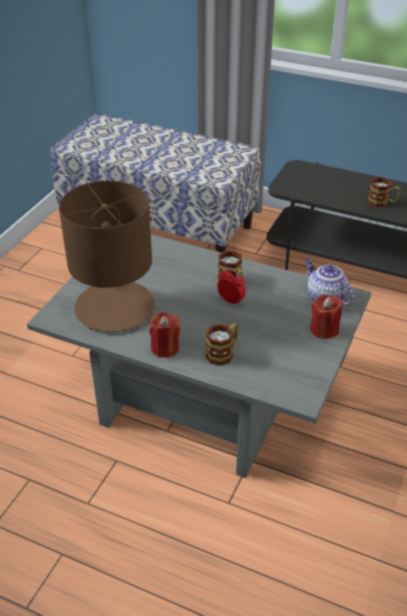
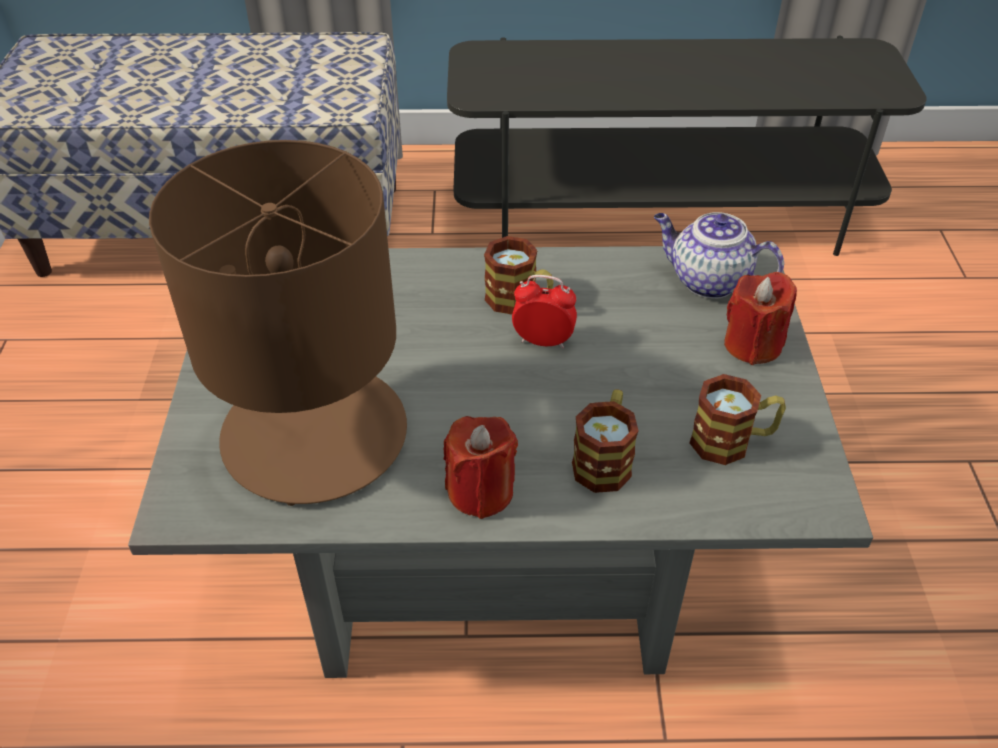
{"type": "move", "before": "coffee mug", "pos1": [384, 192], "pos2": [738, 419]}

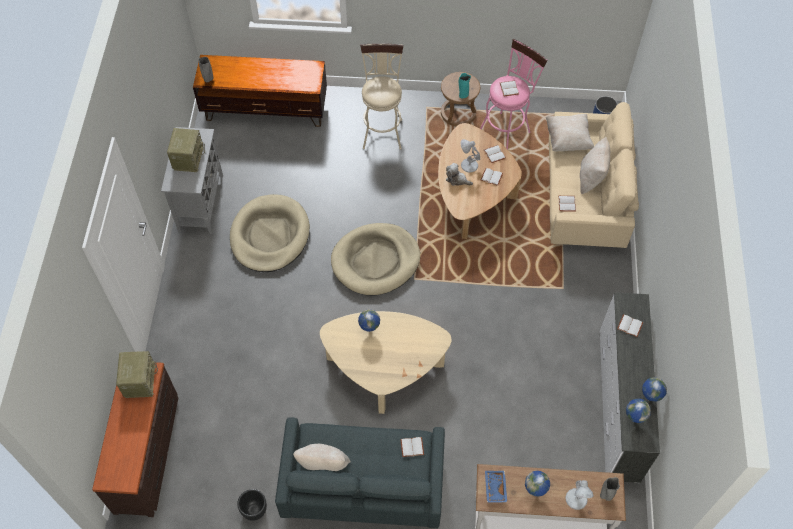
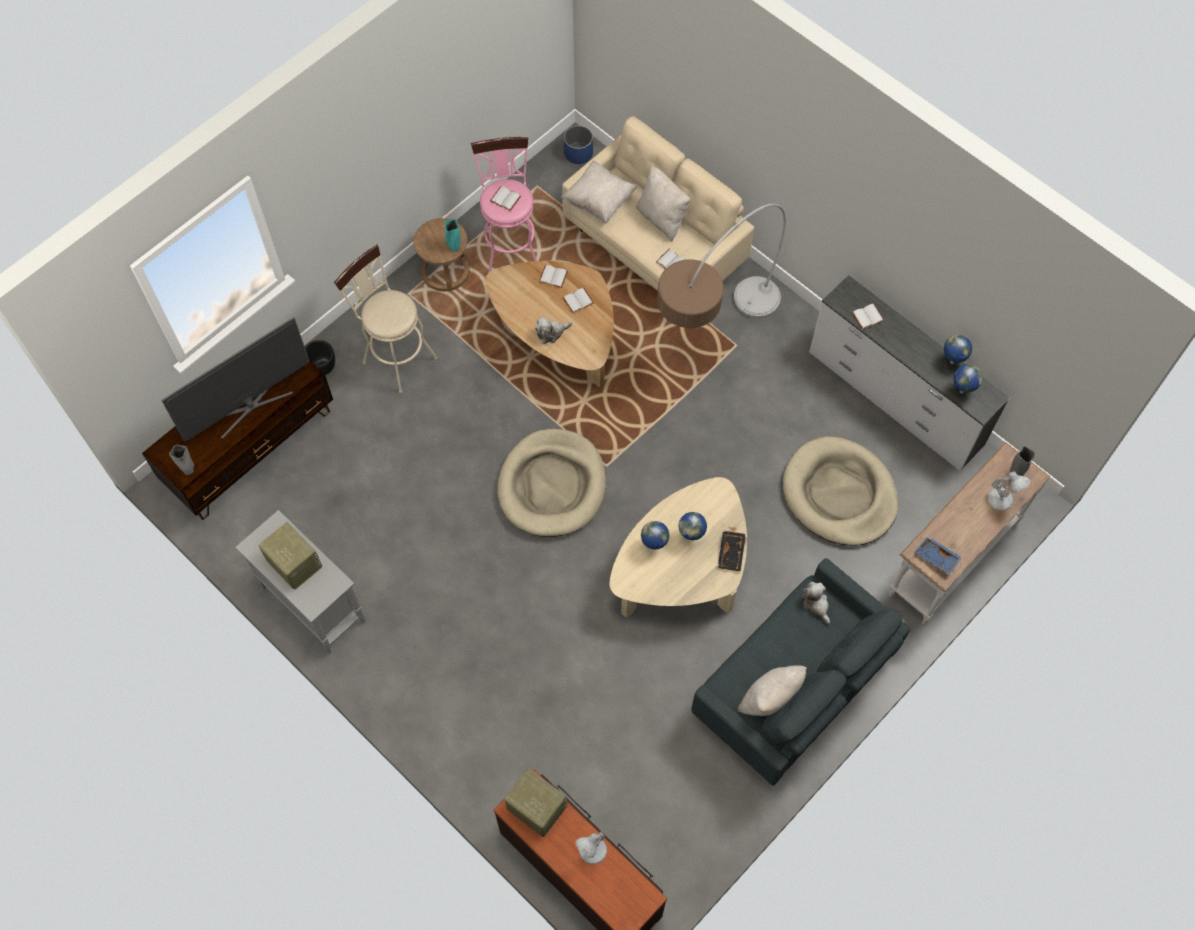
{"type": "insert", "after": "television", "pos2": [235, 379]}
{"type": "insert", "after": "standing lamp", "pos2": [721, 266]}
{"type": "insert", "after": "black-coloured carrying tray", "pos2": [732, 551]}
{"type": "move", "before": "beige-coloured pet bed", "pos1": [270, 233], "pos2": [841, 491]}
{"type": "move", "before": "black-coloured flower pot", "pos1": [252, 505], "pos2": [320, 357]}
{"type": "move", "before": "white table lamp", "pos1": [470, 155], "pos2": [591, 848]}
{"type": "move", "before": "desk globe", "pos1": [537, 484], "pos2": [692, 526]}
{"type": "replace", "before": "white bound book", "after": "soft toy", "pos1": [412, 447], "pos2": [816, 603]}

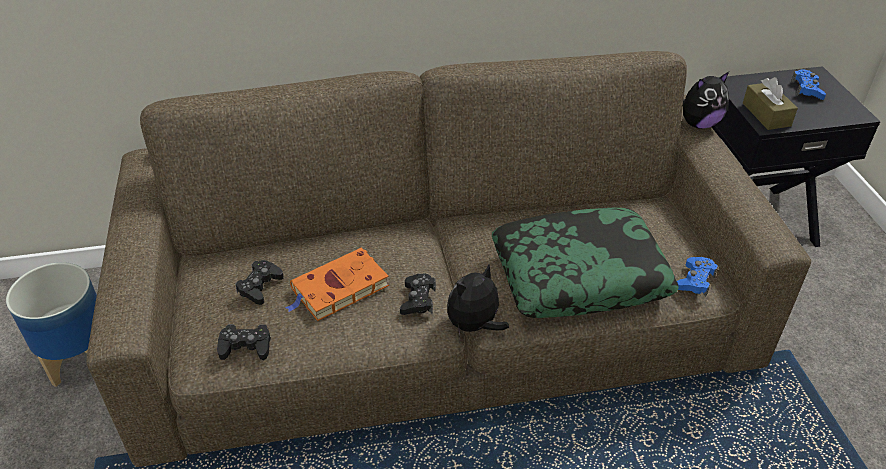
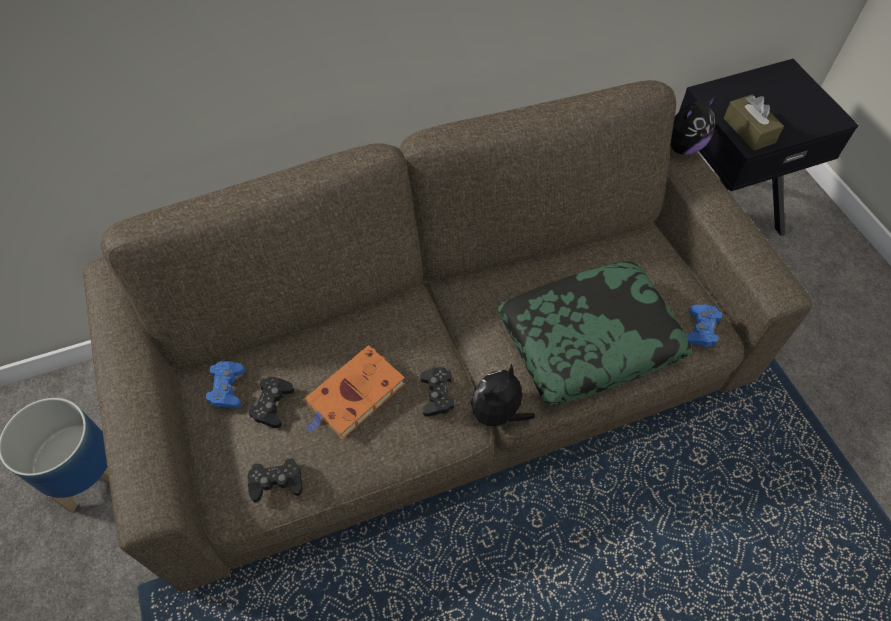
{"type": "move", "before": "blue game controller", "pos1": [808, 84], "pos2": [225, 384]}

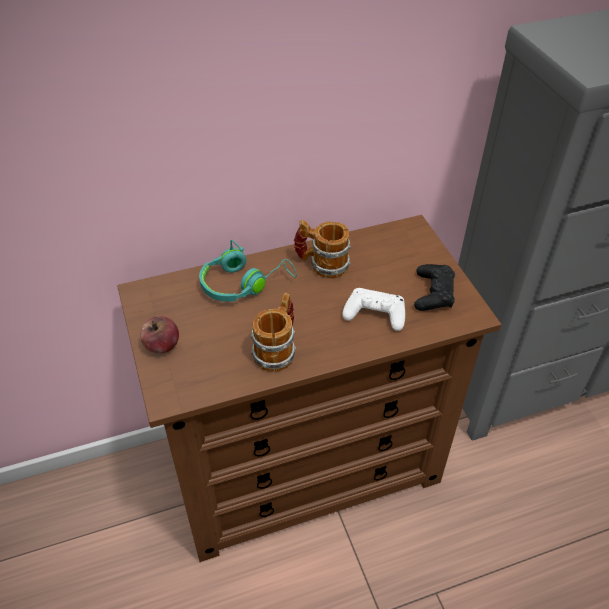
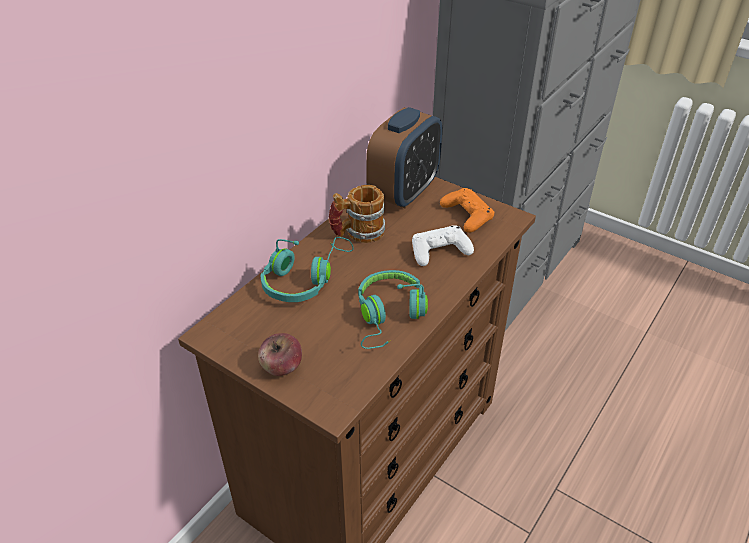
{"type": "insert", "after": "alarm clock", "pos2": [404, 158]}
{"type": "replace", "before": "coffee mug", "after": "turquoise-coloured headphones", "pos1": [273, 332], "pos2": [393, 309]}
{"type": "recolor", "before": "black-coloured game controller", "after": "orange game controller", "pos1": [434, 287], "pos2": [467, 210]}

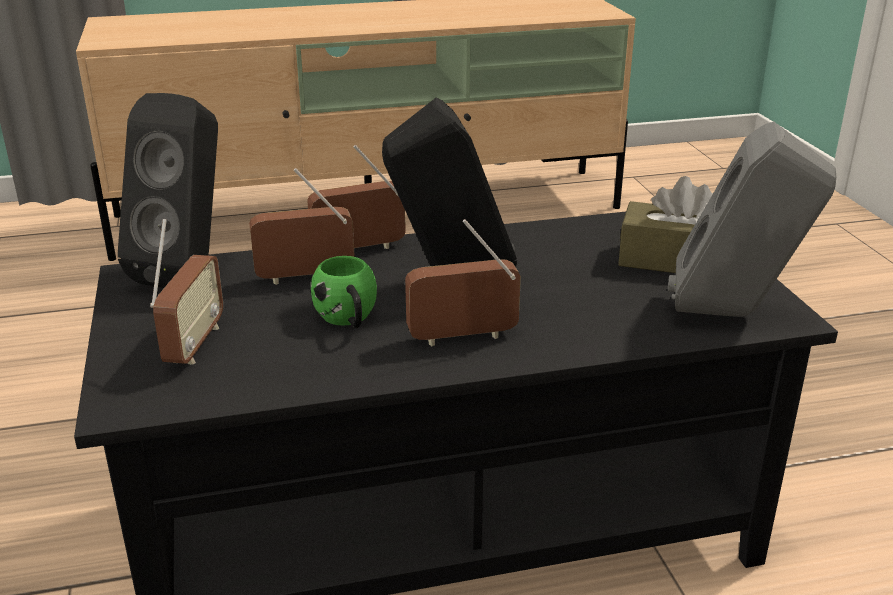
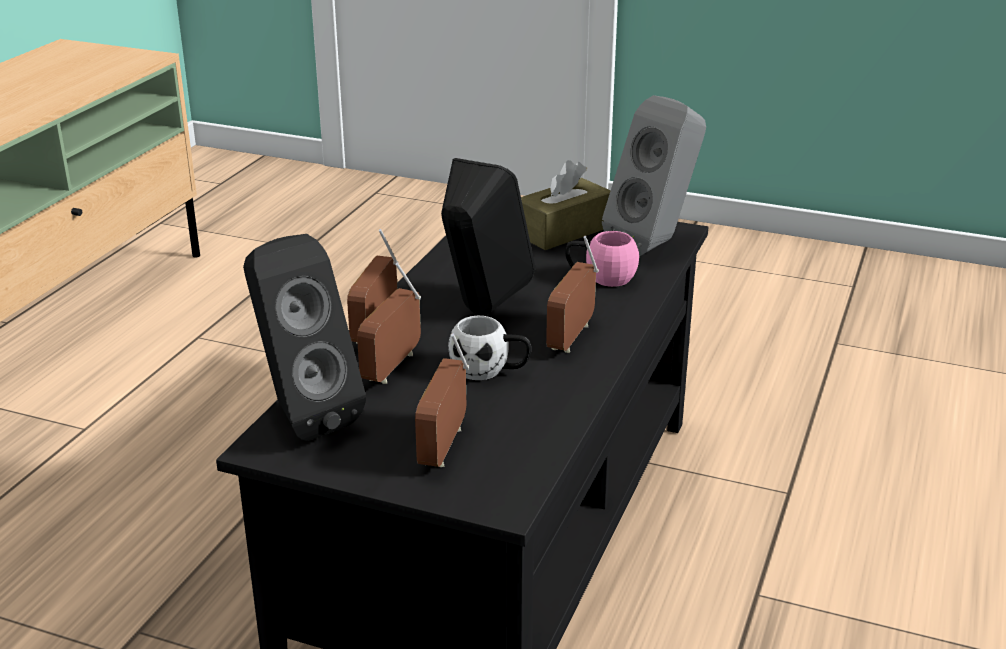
{"type": "insert", "after": "pink coffee mug", "pos2": [602, 259]}
{"type": "recolor", "before": "green coffee mug", "after": "white coffee mug", "pos1": [344, 292], "pos2": [489, 348]}
{"type": "rotate", "before": "radio", "pos1": [186, 292], "pos2": [442, 400], "turn": -120}

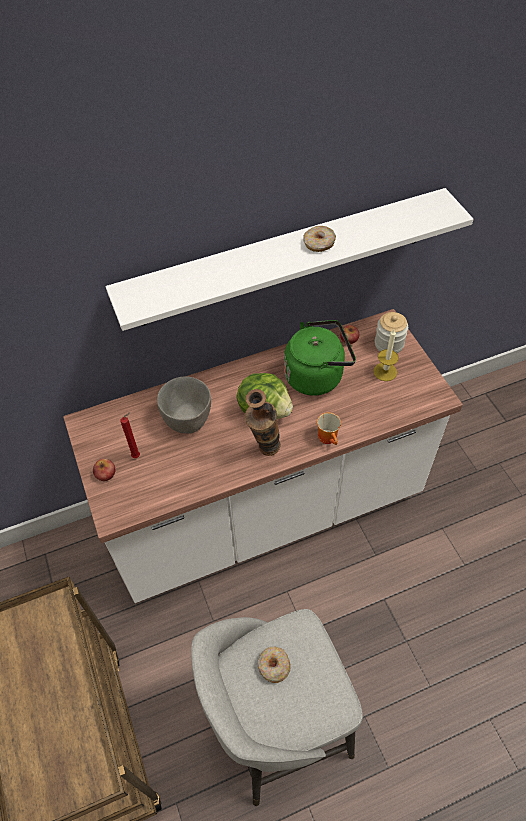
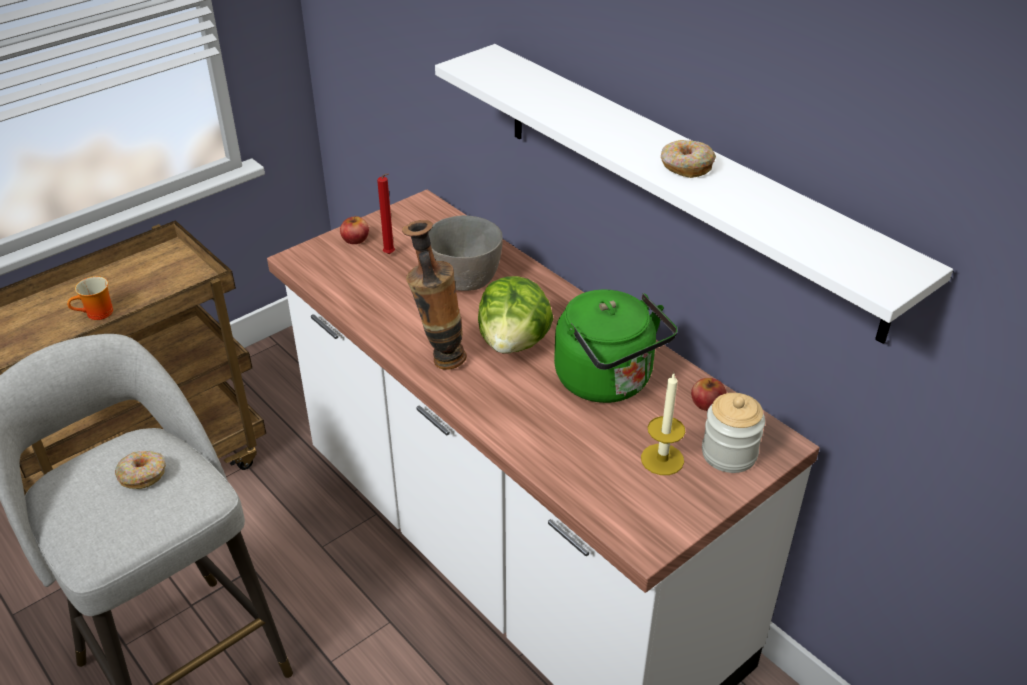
{"type": "move", "before": "coffee mug", "pos1": [329, 429], "pos2": [90, 298]}

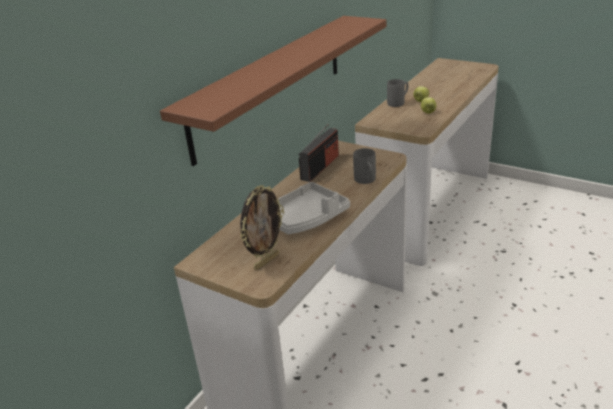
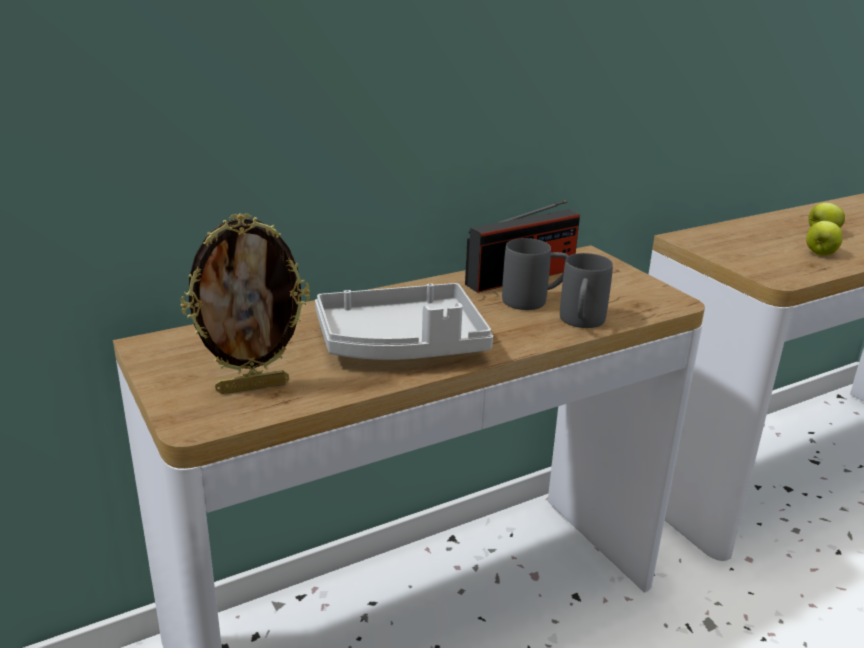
{"type": "delete", "before": "brown-coloured shelf", "pos1": [273, 91]}
{"type": "move", "before": "greyish coffee mug", "pos1": [397, 93], "pos2": [535, 274]}

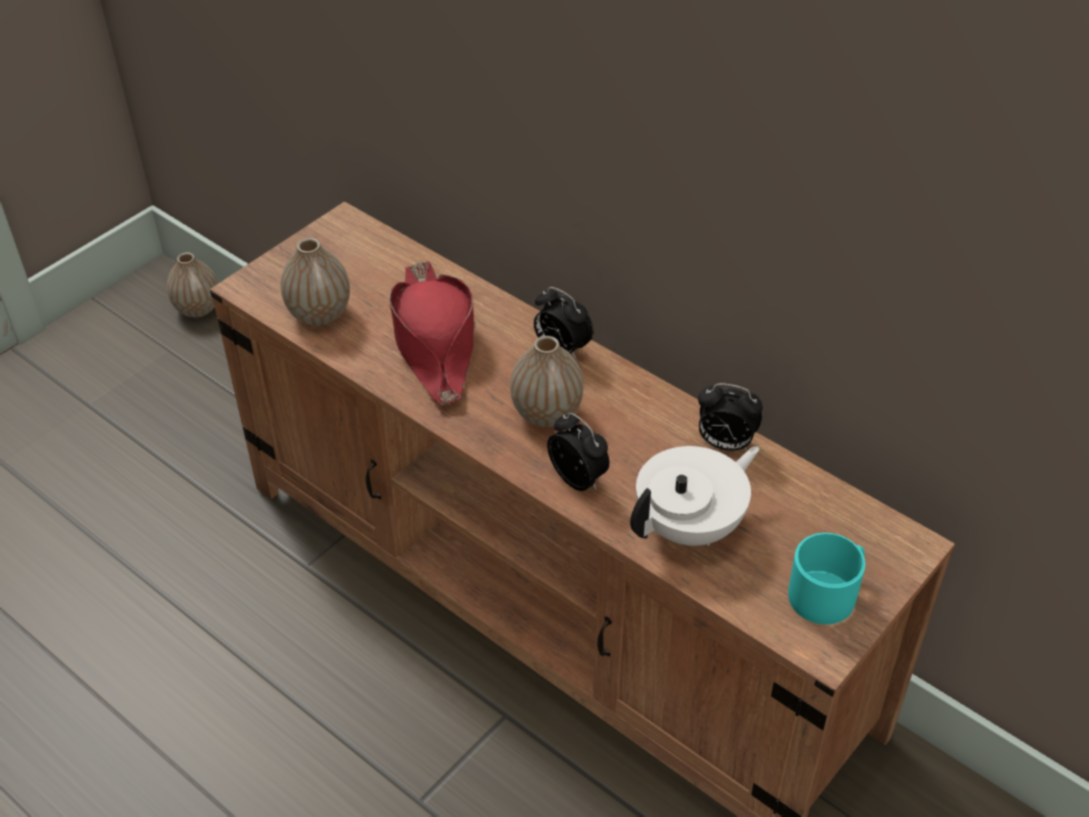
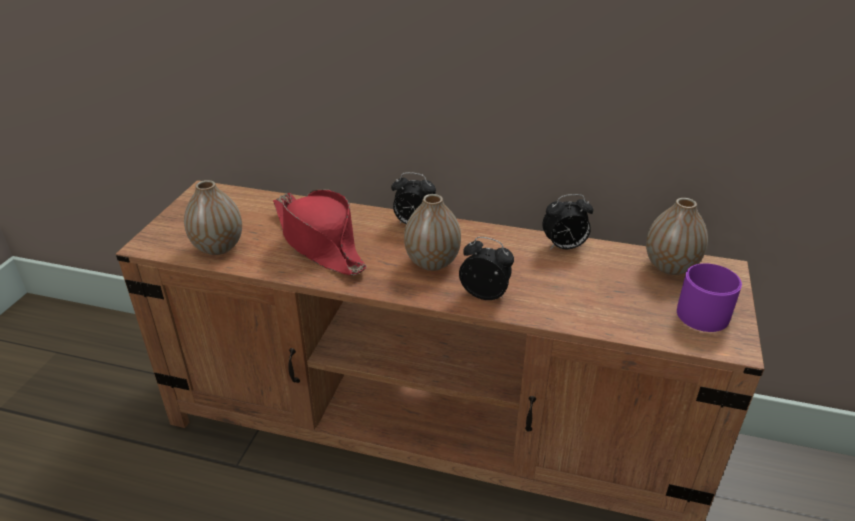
{"type": "delete", "before": "white tea pot", "pos1": [694, 496]}
{"type": "move", "before": "flower vase", "pos1": [192, 284], "pos2": [677, 236]}
{"type": "recolor", "before": "turquoise-coloured coffee mug", "after": "purple coffee mug", "pos1": [826, 578], "pos2": [709, 297]}

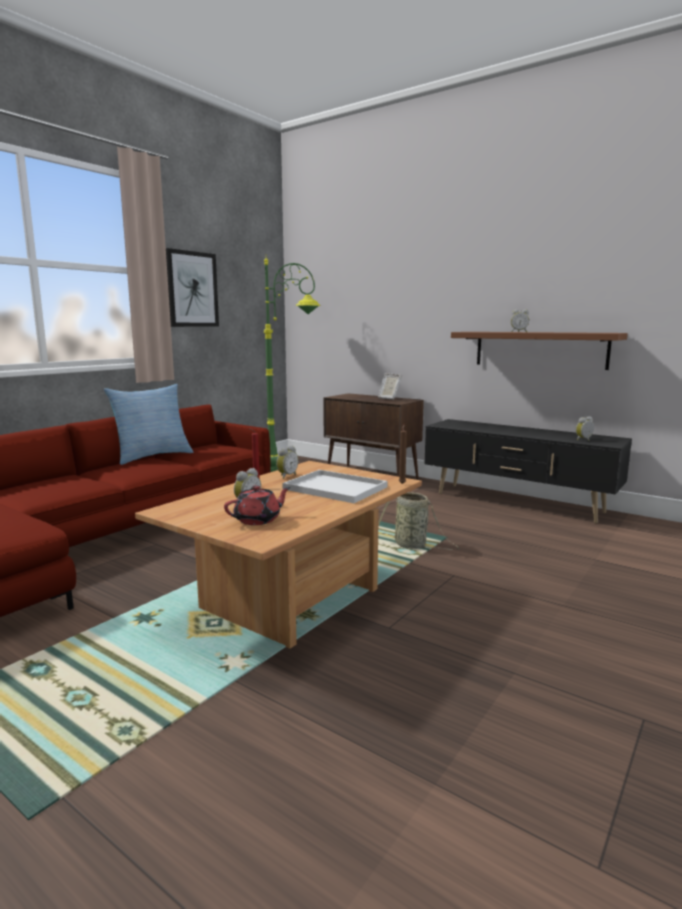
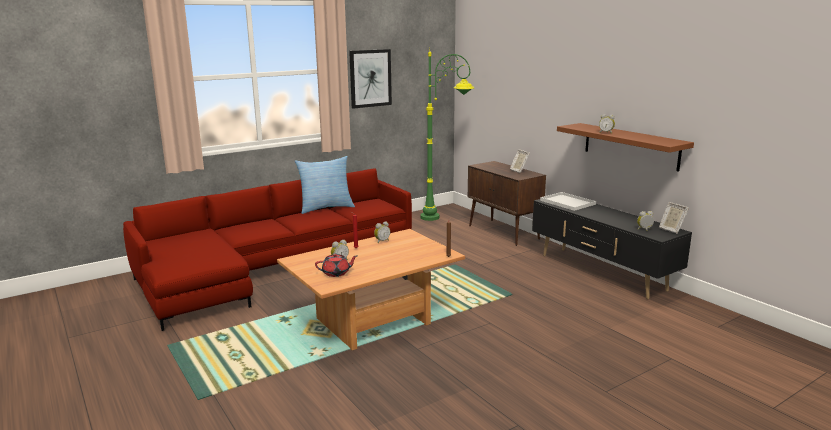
{"type": "delete", "before": "basket", "pos1": [418, 521]}
{"type": "insert", "after": "photo frame", "pos2": [674, 218]}
{"type": "move", "before": "white carrying tray", "pos1": [335, 486], "pos2": [568, 201]}

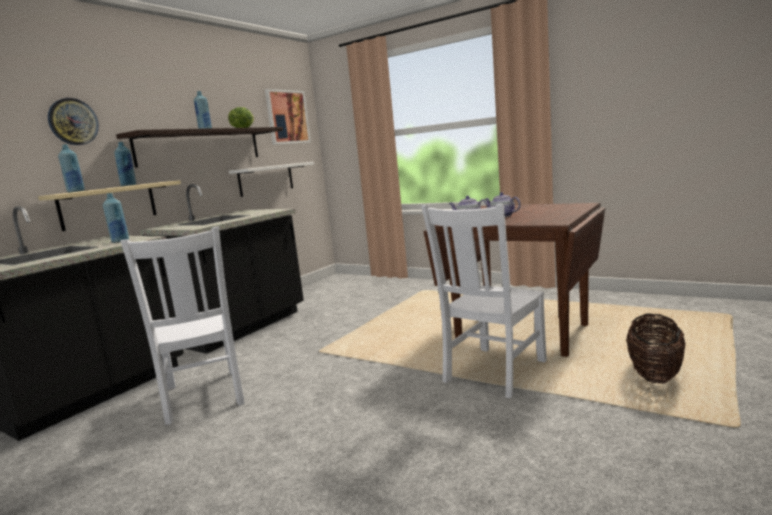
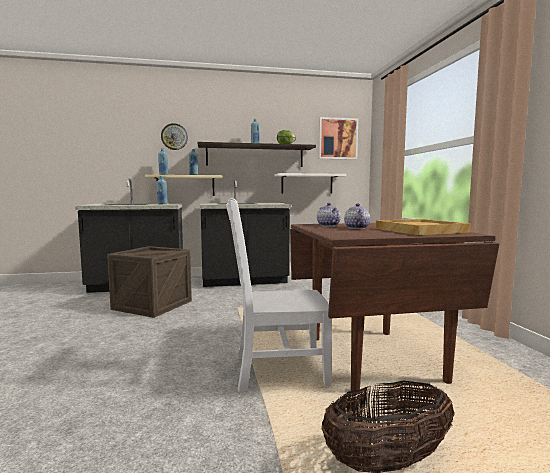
{"type": "insert", "after": "beige-coloured carrying tray", "pos2": [423, 227]}
{"type": "replace", "before": "white chair", "after": "packing crate", "pos1": [183, 325], "pos2": [149, 282]}

